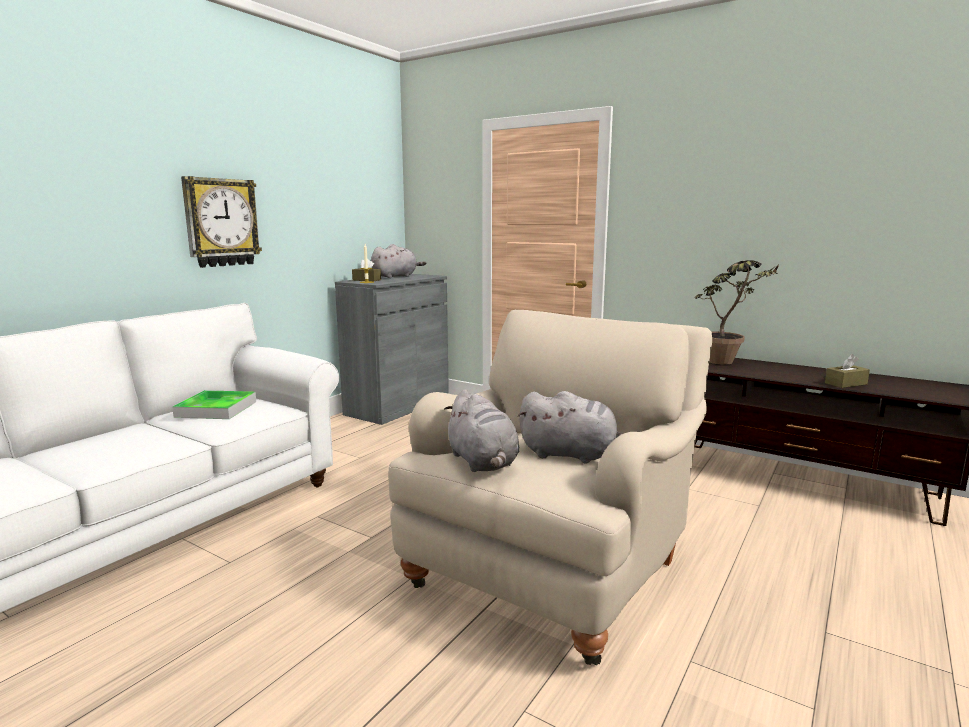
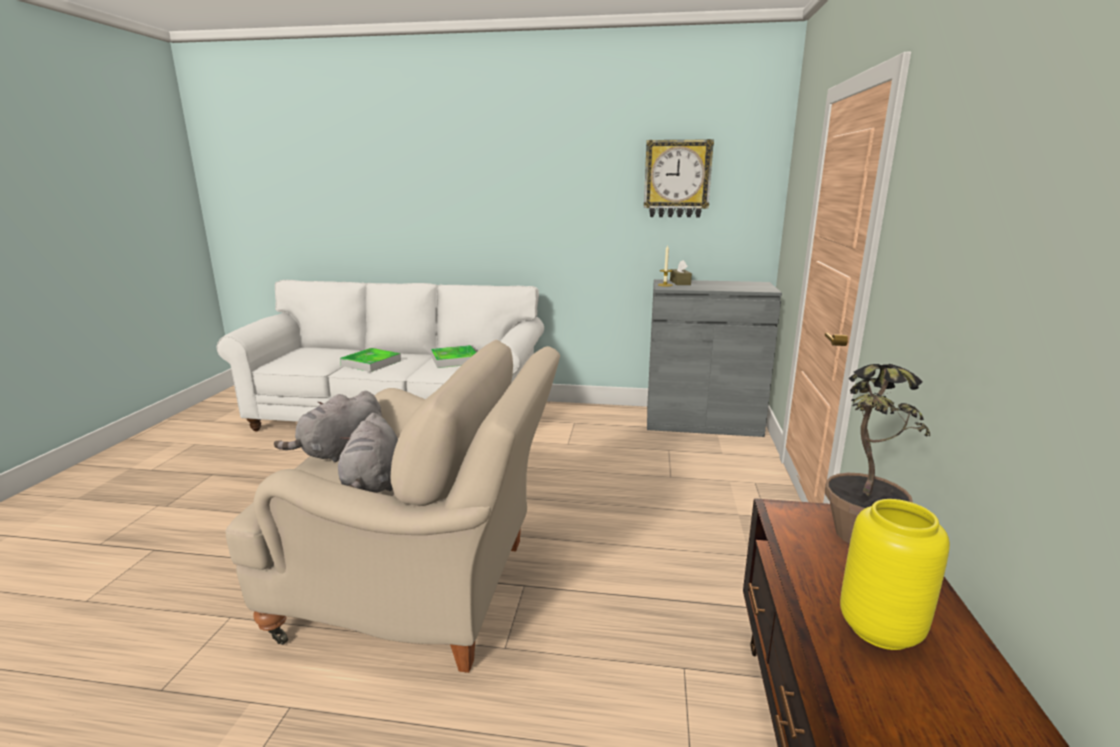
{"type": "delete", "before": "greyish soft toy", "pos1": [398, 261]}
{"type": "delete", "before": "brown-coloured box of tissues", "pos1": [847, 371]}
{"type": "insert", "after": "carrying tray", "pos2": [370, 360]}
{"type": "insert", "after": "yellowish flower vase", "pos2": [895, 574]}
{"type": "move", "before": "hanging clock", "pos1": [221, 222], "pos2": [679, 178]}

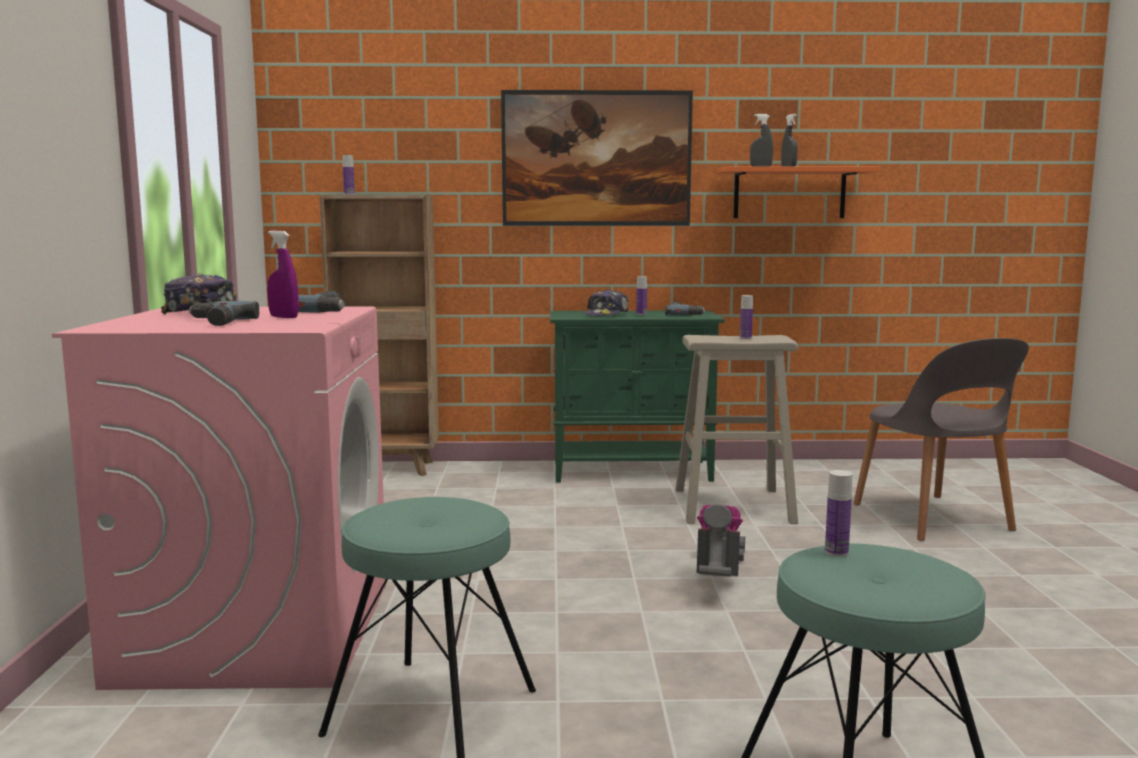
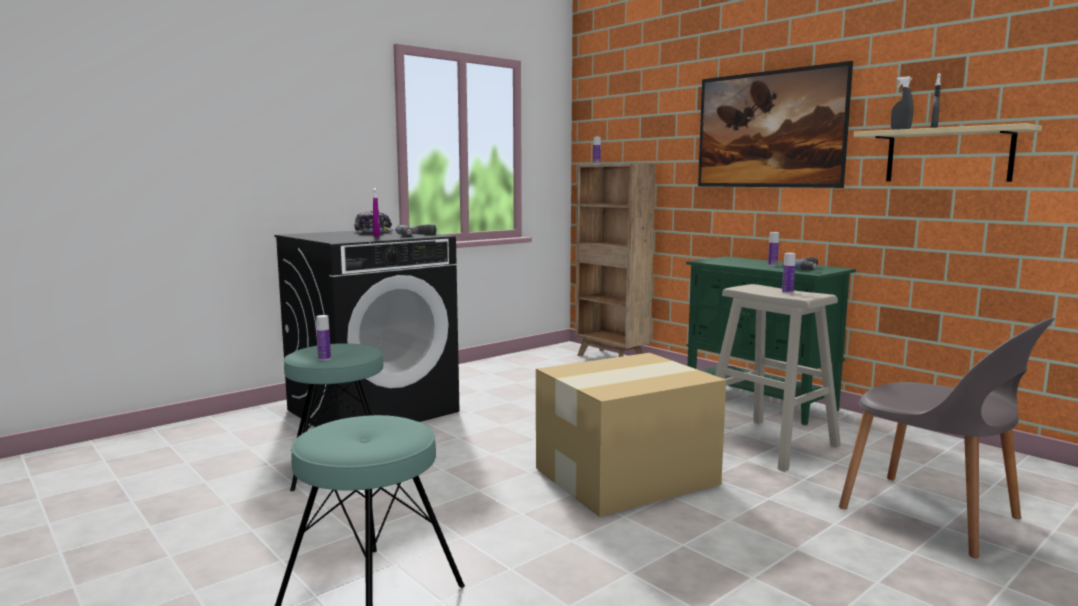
{"type": "delete", "before": "electric drill", "pos1": [223, 313]}
{"type": "delete", "before": "baseball cap", "pos1": [606, 302]}
{"type": "move", "before": "bottle", "pos1": [838, 513], "pos2": [323, 338]}
{"type": "replace", "before": "hoover", "after": "packing box", "pos1": [720, 540], "pos2": [631, 435]}
{"type": "recolor", "before": "pink laundry machine", "after": "black-coloured laundry machine", "pos1": [219, 498], "pos2": [366, 328]}
{"type": "recolor", "before": "orange shelf", "after": "beige-coloured shelf", "pos1": [798, 192], "pos2": [948, 152]}
{"type": "rotate", "before": "greyish chair", "pos1": [941, 439], "pos2": [947, 438], "turn": -75}

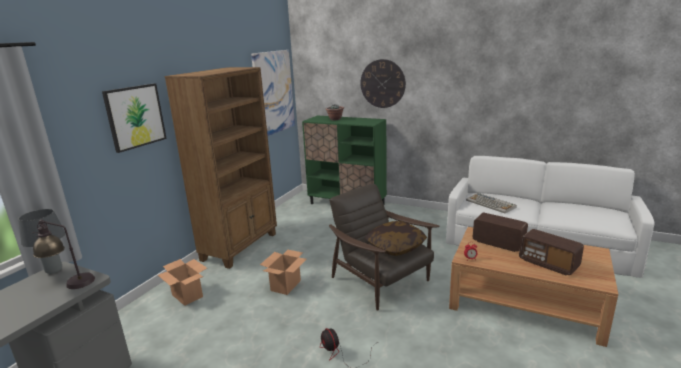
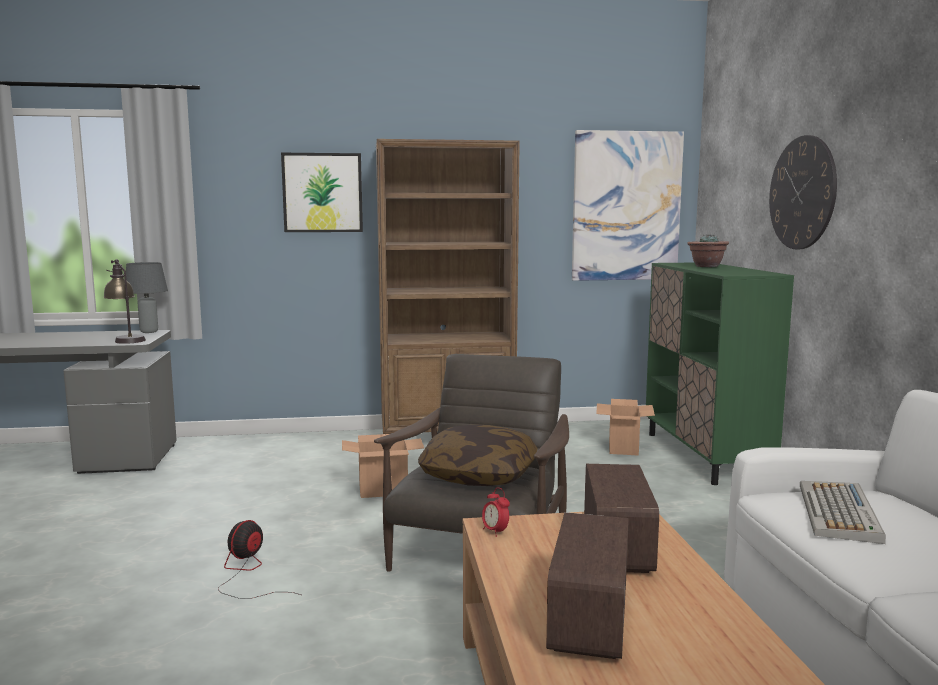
{"type": "move", "before": "packing box", "pos1": [182, 282], "pos2": [625, 427]}

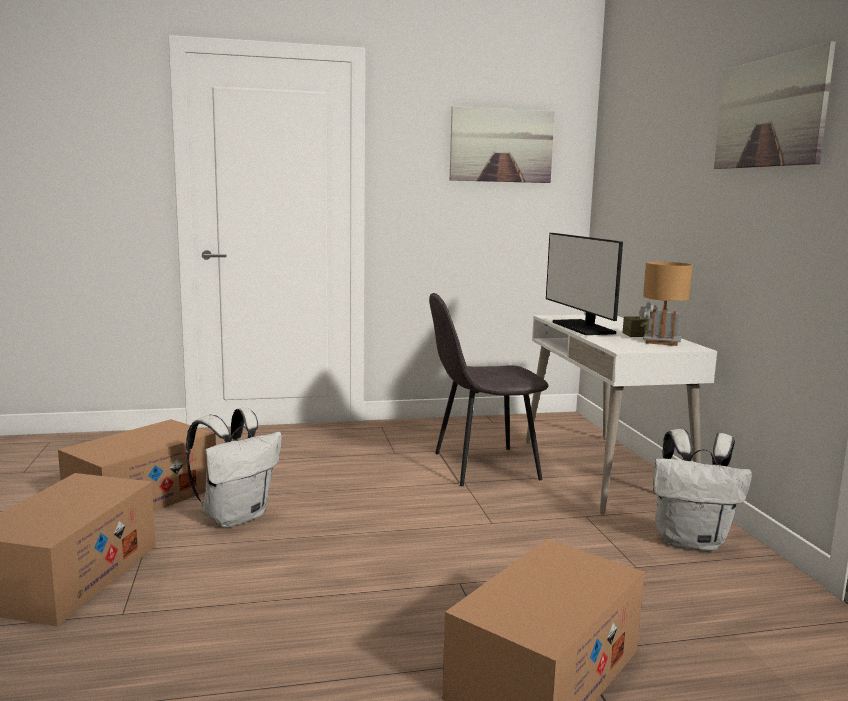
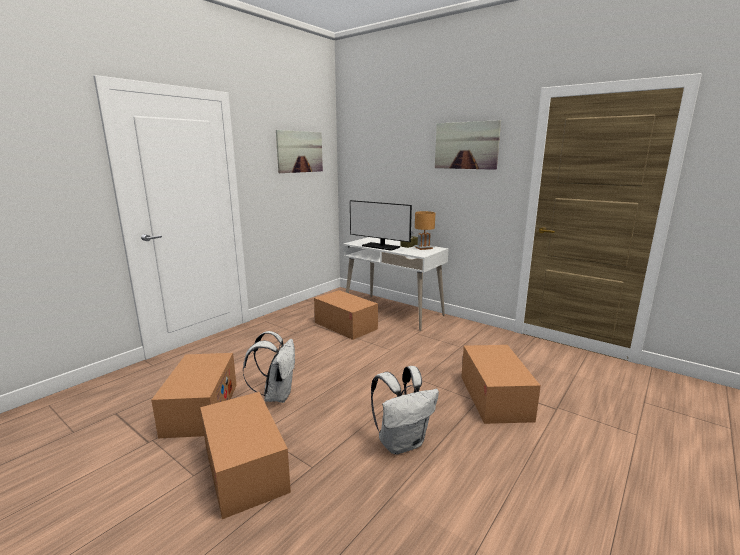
{"type": "move", "before": "white knapsack", "pos1": [702, 490], "pos2": [405, 410]}
{"type": "replace", "before": "greyish chair", "after": "packing box", "pos1": [489, 389], "pos2": [346, 315]}

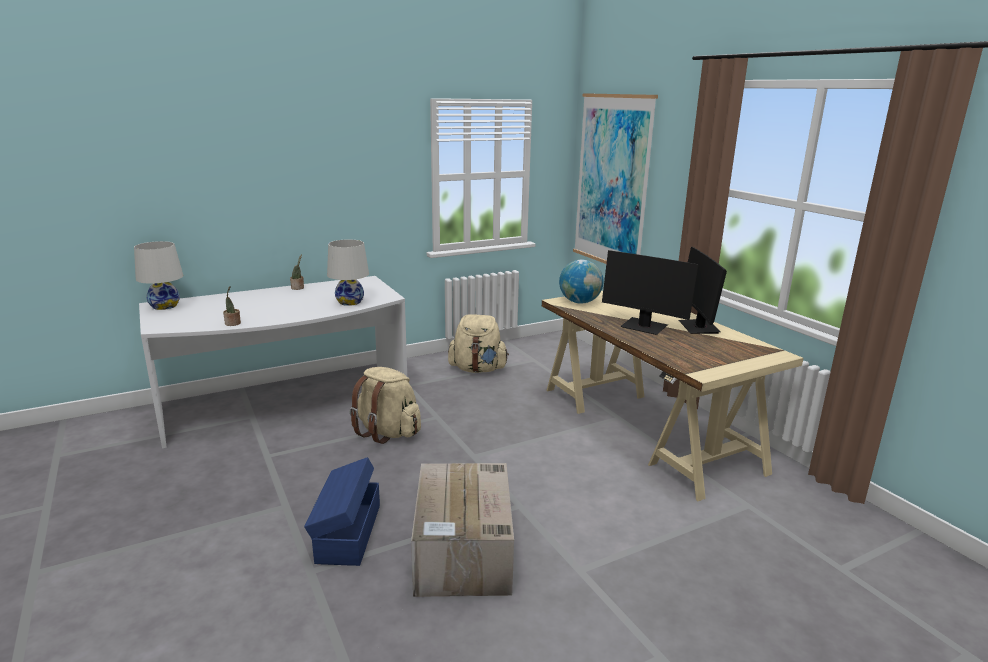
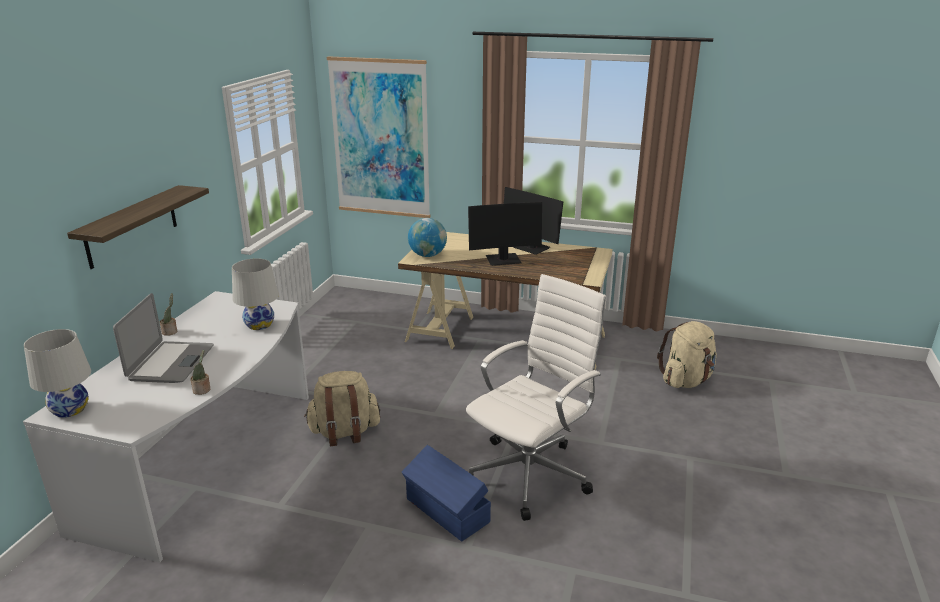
{"type": "insert", "after": "shelf", "pos2": [138, 227]}
{"type": "insert", "after": "laptop", "pos2": [163, 338]}
{"type": "move", "before": "beige-coloured knapsack", "pos1": [478, 343], "pos2": [687, 354]}
{"type": "replace", "before": "packing box", "after": "white office chair", "pos1": [462, 530], "pos2": [536, 397]}

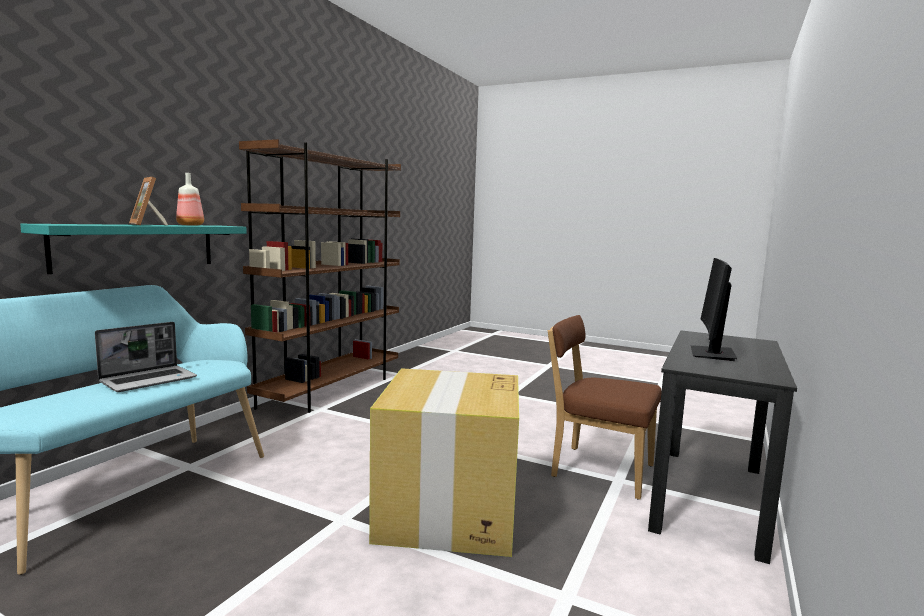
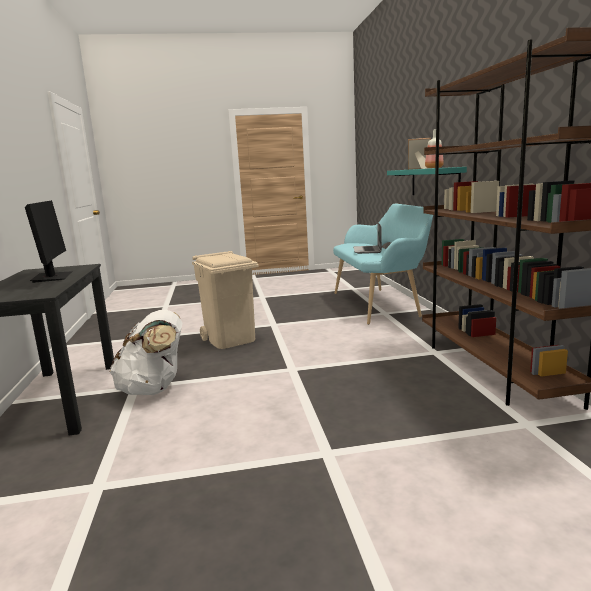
{"type": "replace", "before": "packing box", "after": "beige-coloured rubbish bin", "pos1": [444, 462], "pos2": [225, 300]}
{"type": "replace", "before": "brown-coloured chair", "after": "white knapsack", "pos1": [605, 407], "pos2": [146, 352]}

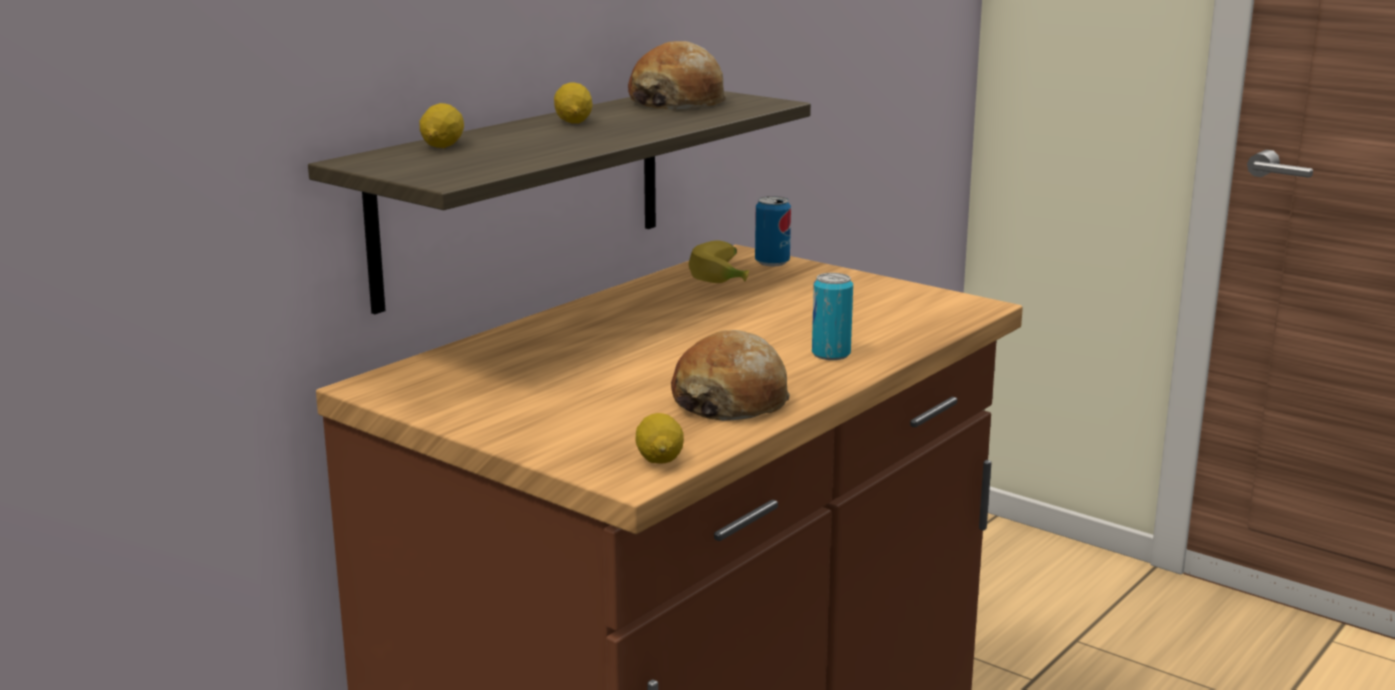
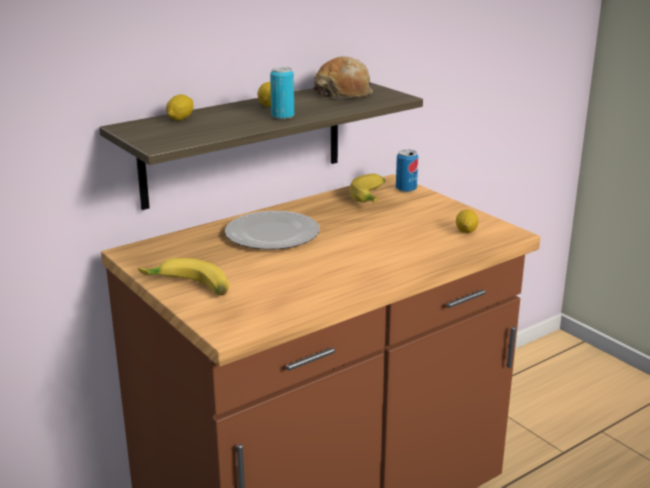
{"type": "delete", "before": "bakery bread", "pos1": [730, 375]}
{"type": "insert", "after": "banana", "pos2": [183, 277]}
{"type": "insert", "after": "flat dish", "pos2": [272, 230]}
{"type": "move", "before": "citrus fruit", "pos1": [659, 438], "pos2": [467, 221]}
{"type": "move", "before": "can", "pos1": [832, 316], "pos2": [282, 93]}

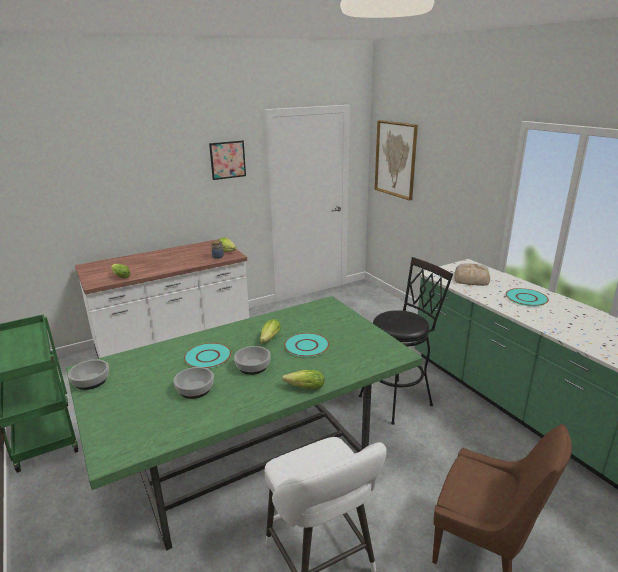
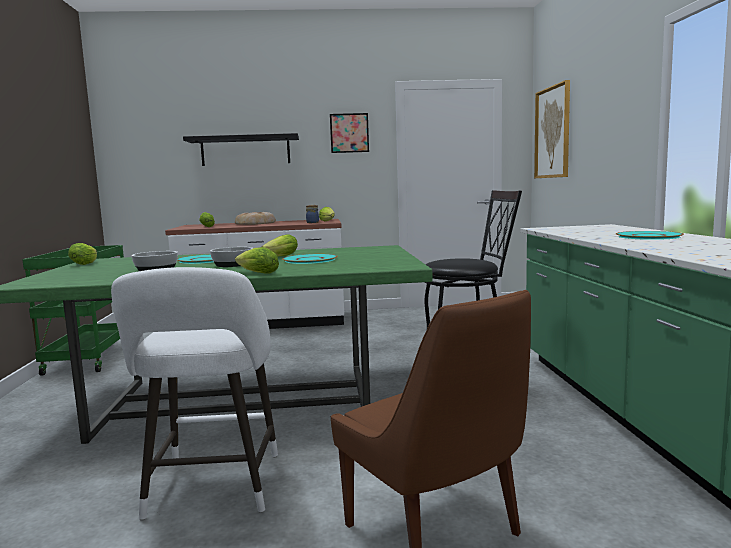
{"type": "insert", "after": "black-coloured shelf", "pos2": [241, 149]}
{"type": "move", "before": "bakery bread", "pos1": [472, 274], "pos2": [255, 218]}
{"type": "replace", "before": "deep dish", "after": "lettuce head", "pos1": [88, 375], "pos2": [82, 254]}

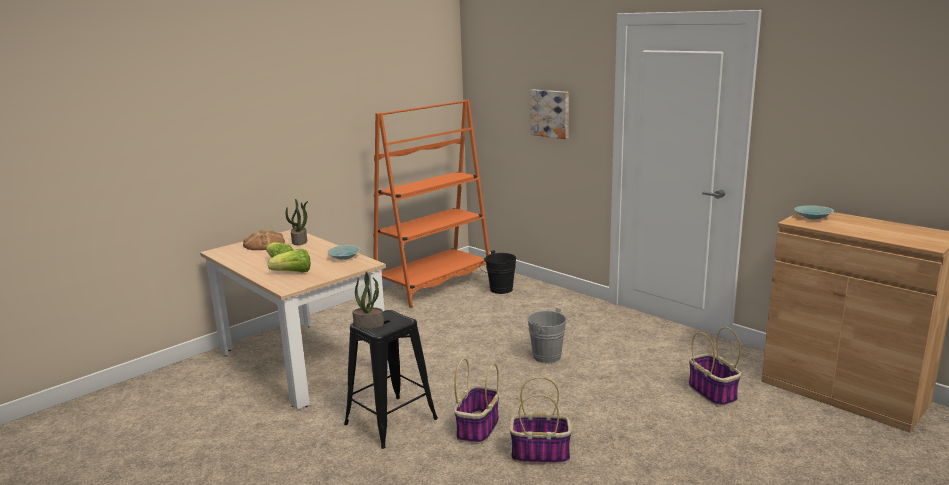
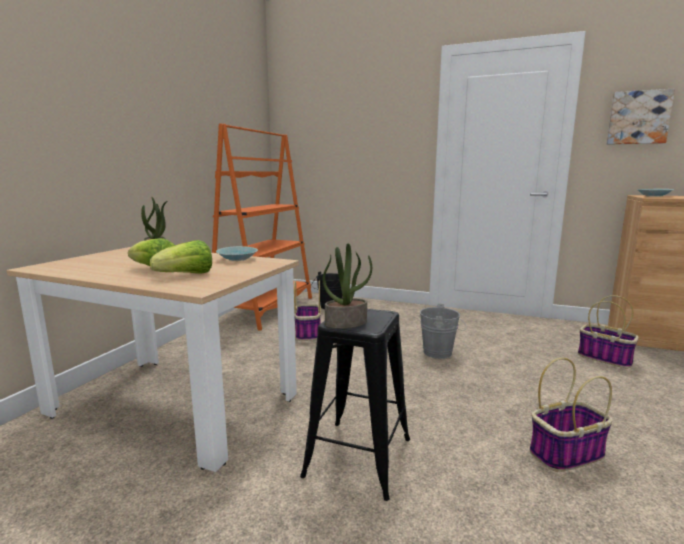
{"type": "delete", "before": "bakery bread", "pos1": [264, 240]}
{"type": "move", "before": "basket", "pos1": [476, 401], "pos2": [307, 310]}
{"type": "move", "before": "picture", "pos1": [549, 114], "pos2": [641, 117]}

